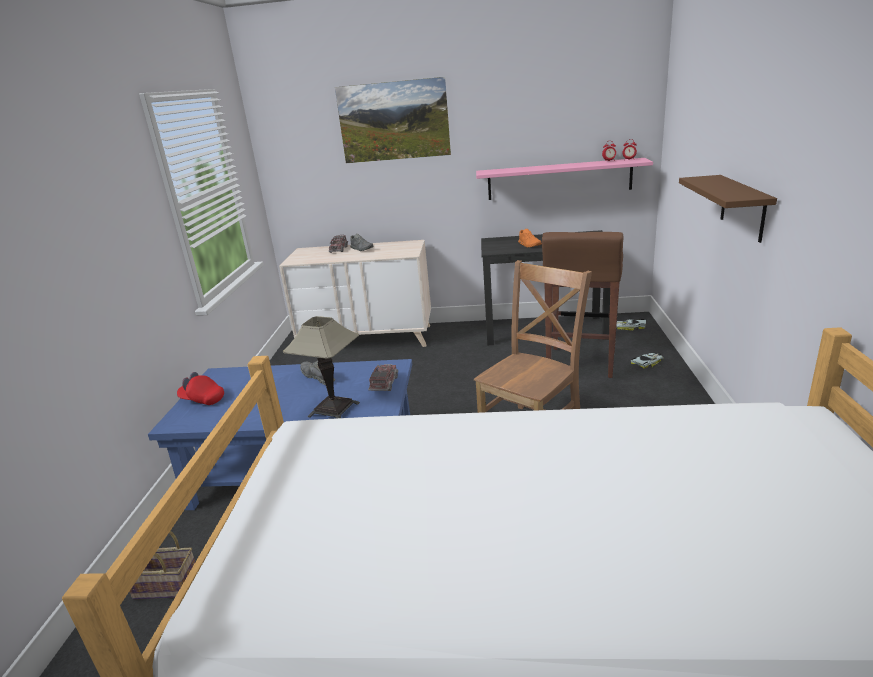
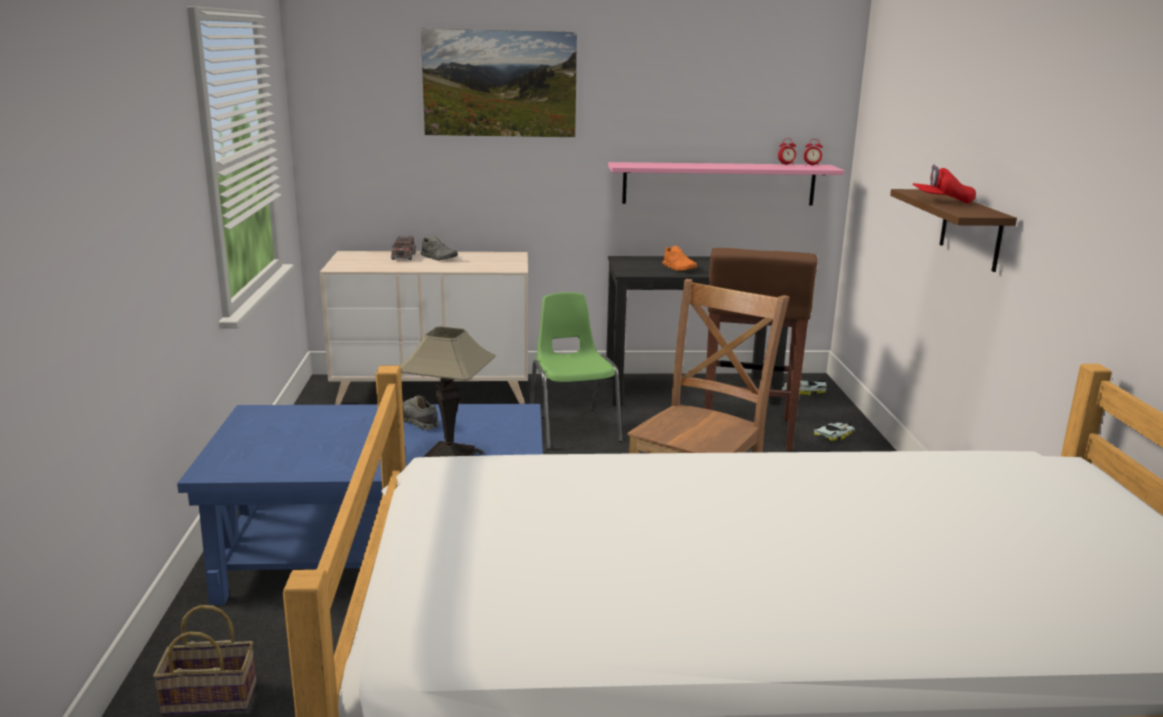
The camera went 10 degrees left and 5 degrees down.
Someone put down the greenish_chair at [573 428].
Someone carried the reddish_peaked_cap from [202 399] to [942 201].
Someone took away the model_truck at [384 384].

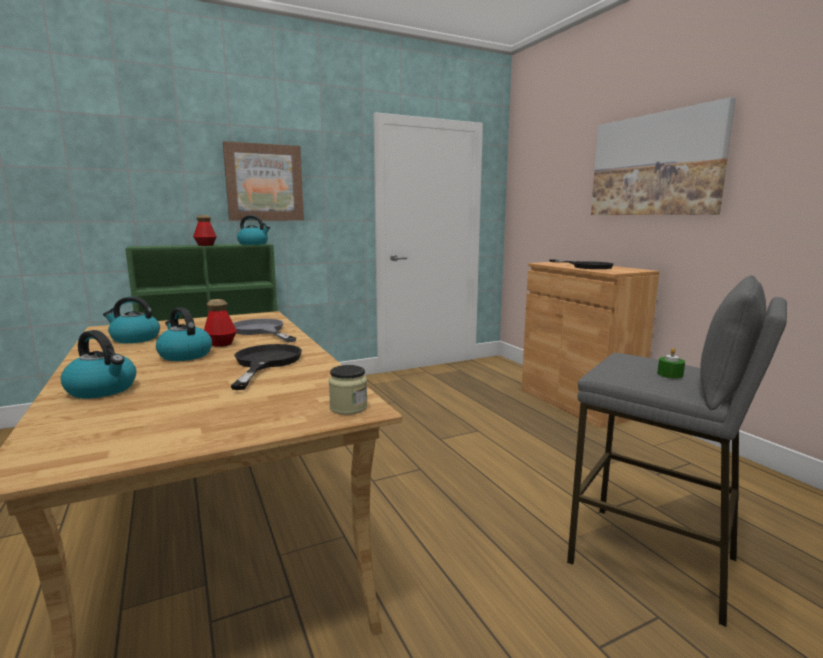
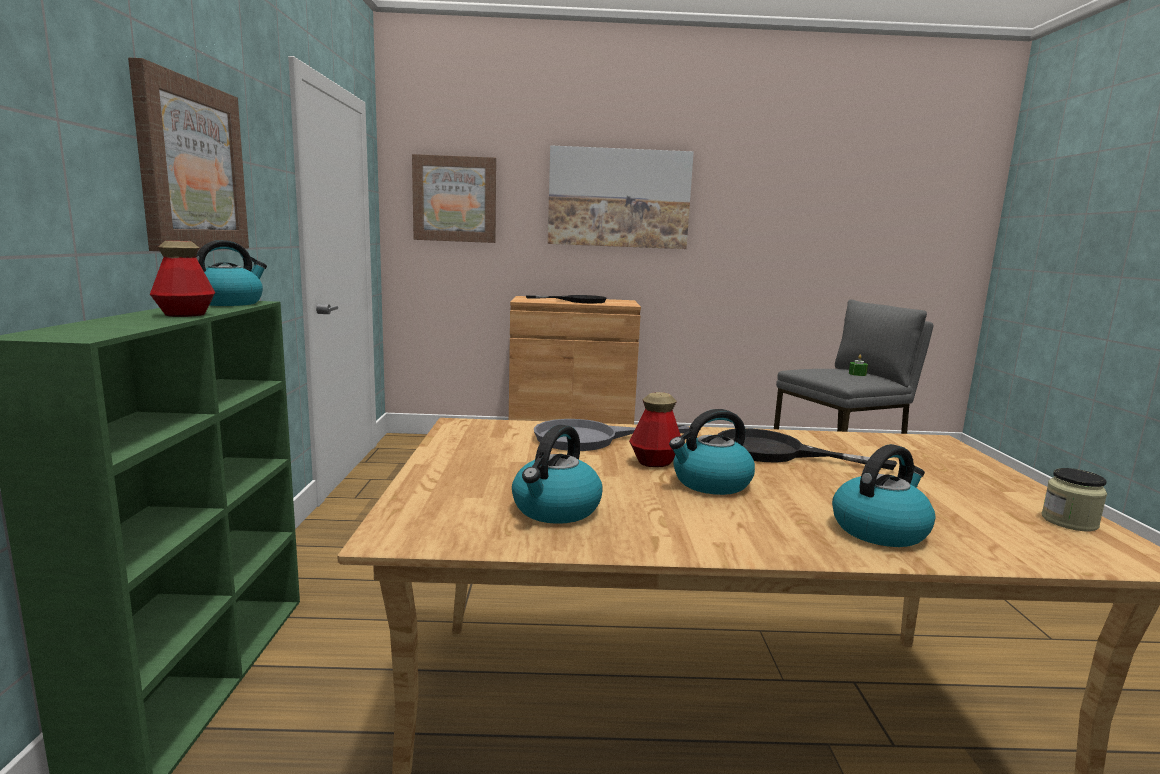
The camera went 65 degrees left and 0 degrees up.
Someone put up the picture at [455 199].
Someone carried the jar from [348 408] to [1069 522].

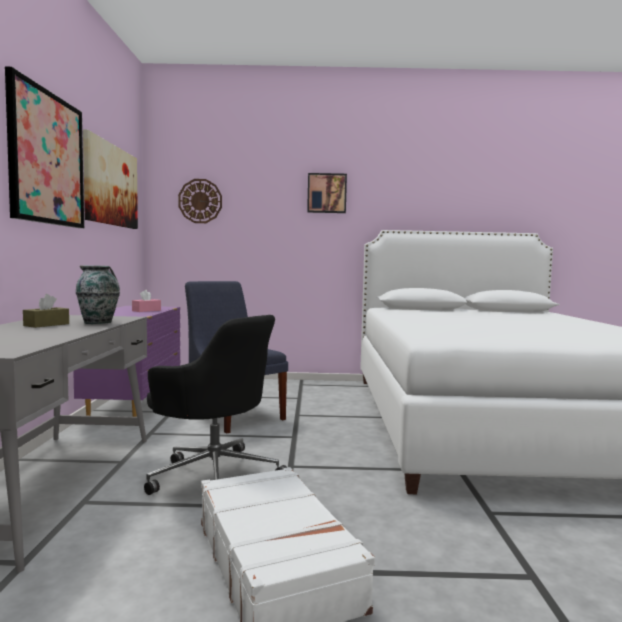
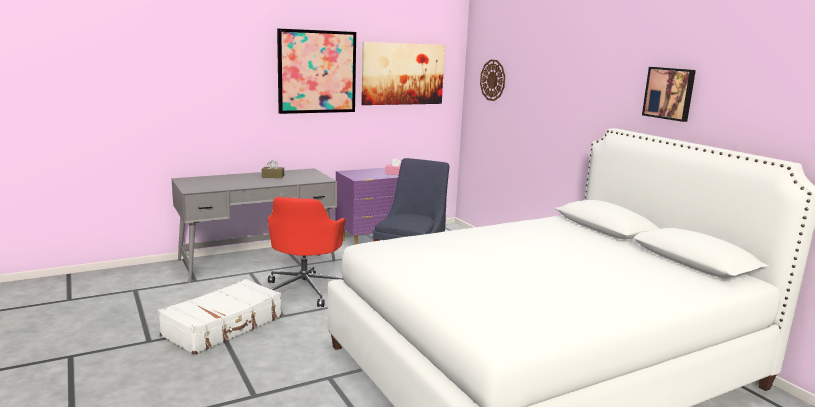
The camera went 60 degrees right and 10 degrees up.
Someone repainted the black-coloured_office_chair at [214 476], which became the reddish_office_chair at [305 289].
Someone carried the picture from [326 193] to [669 93].
Someone took away the decorative_vase at [99 323].

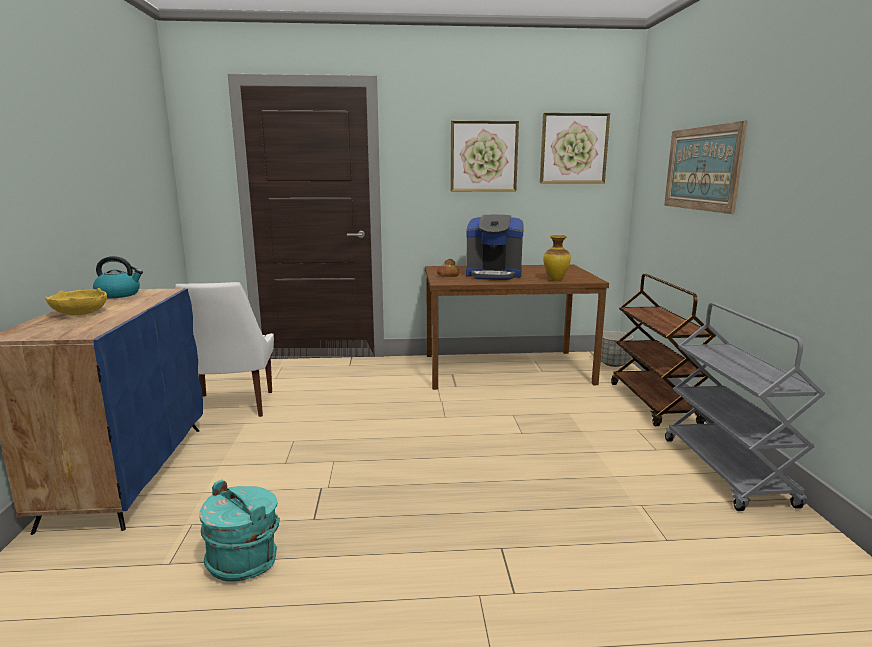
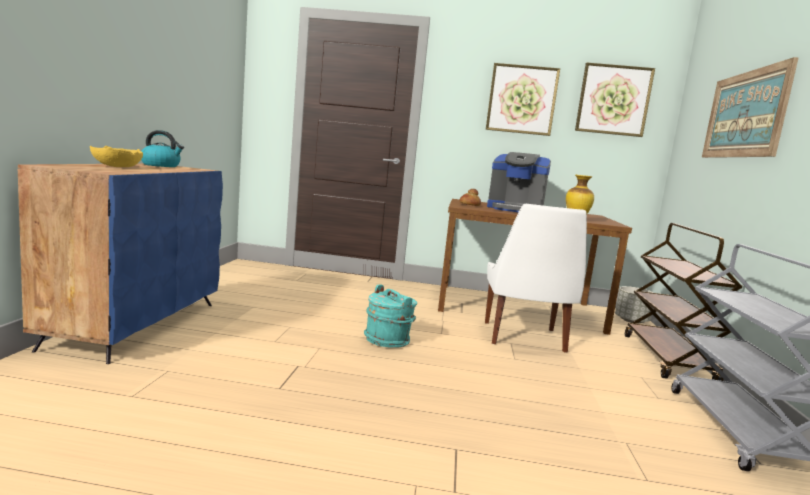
The camera went 10 degrees right and 5 degrees down.
Someone carried the turquoise_water_bucket from [244 561] to [388 340].
Someone carried the white_chair from [230 407] to [524 338].

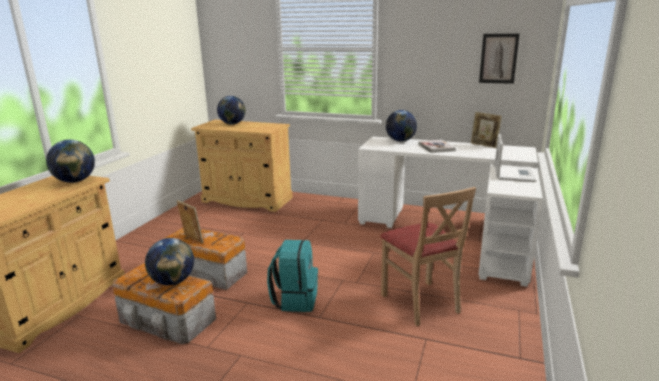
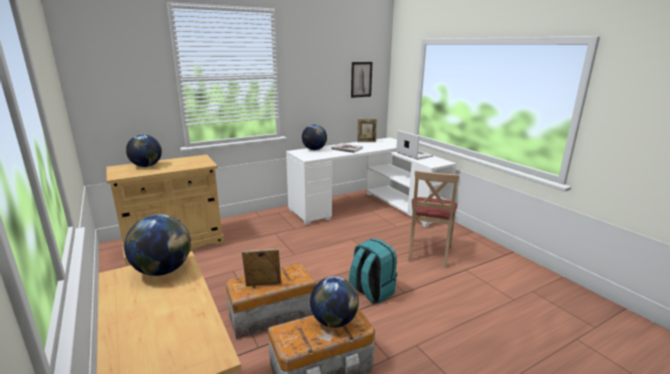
The camera went 50 degrees left and 0 degrees up.
Someone rotated the sand-coloured_chair at [420 302] by 90 degrees clockwise.

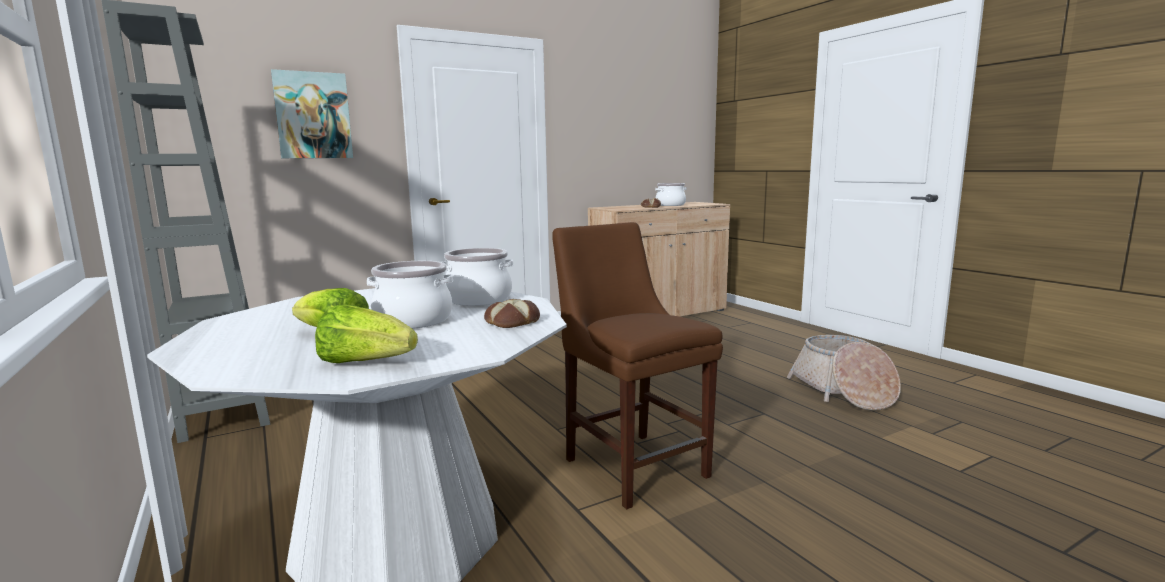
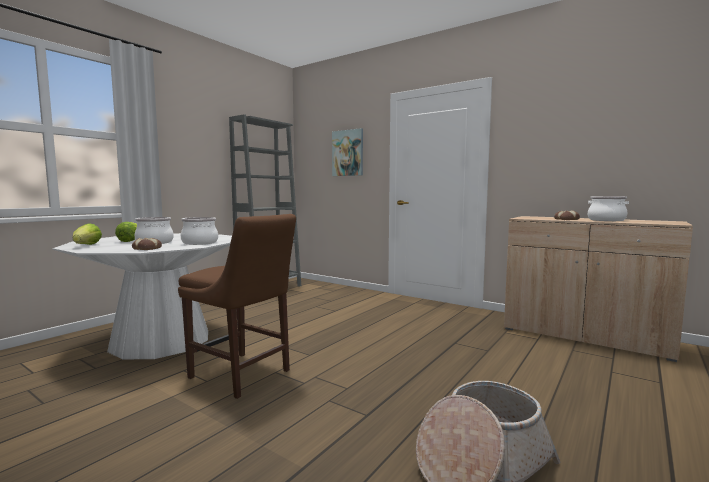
The camera went 65 degrees right and 5 degrees down.
Someone rotated the brown-coloured_chair at [632 464] by 90 degrees clockwise.

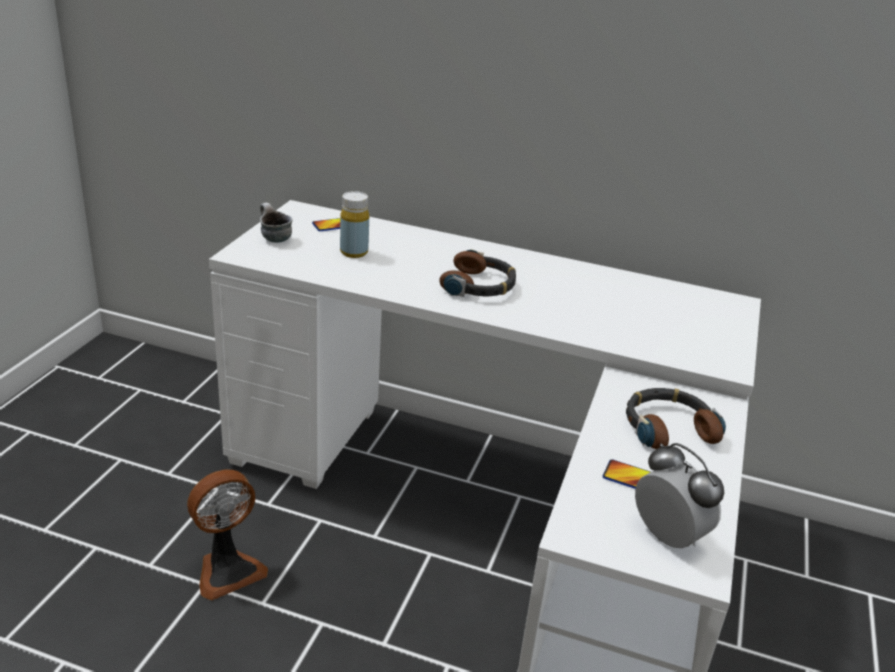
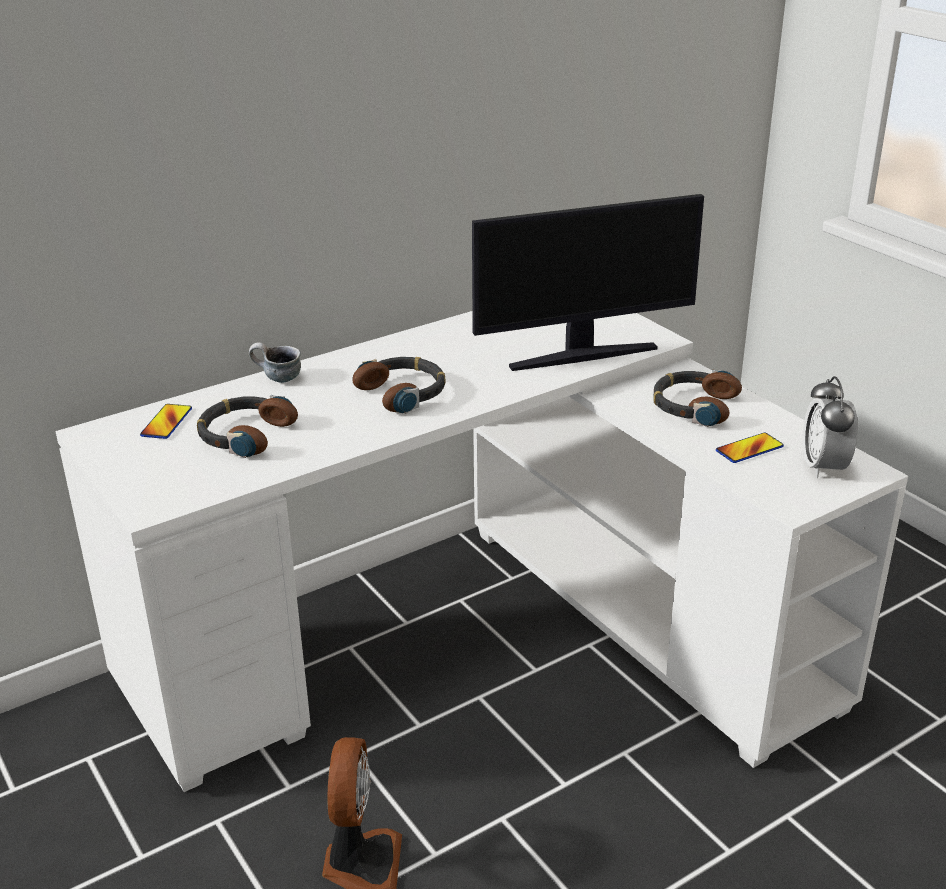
The camera went 50 degrees left and 0 degrees up.
Someone swapped the yellow-coloured_drink_bottle at [354 252] for the headphones at [244 434].
Someone carried the tea_mug from [273 238] to [277 379].
Someone put down the computer_screen at [582 355].
Someone rotated the table_clock at [668 537] by 90 degrees counterclockwise.

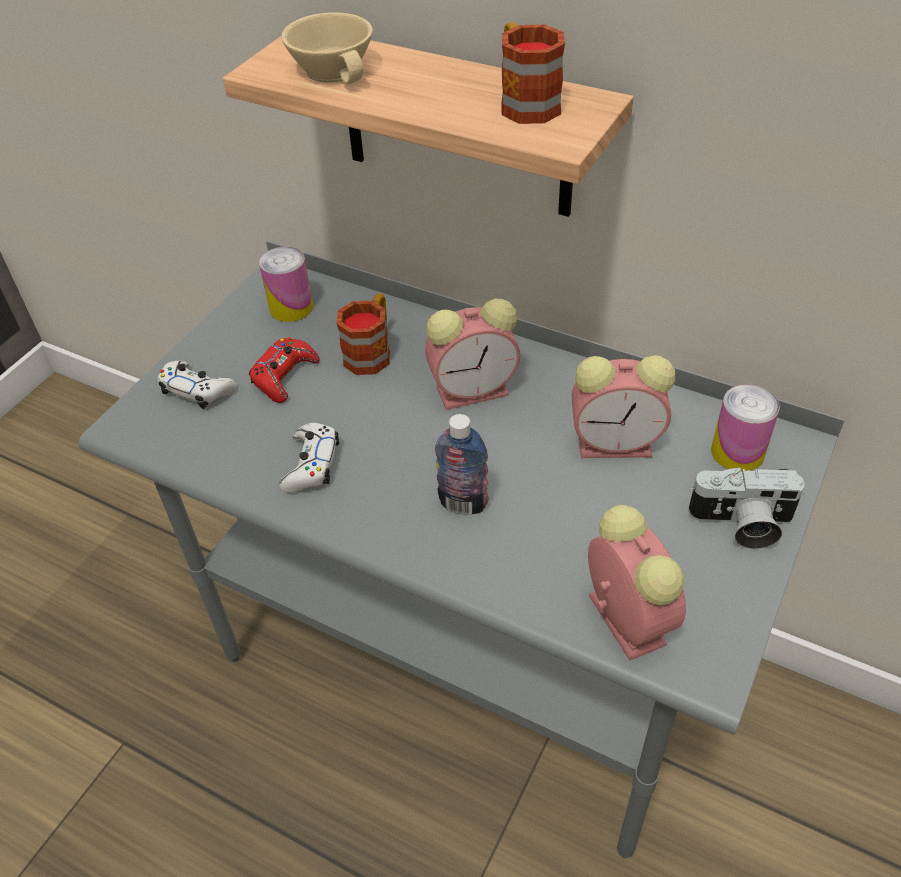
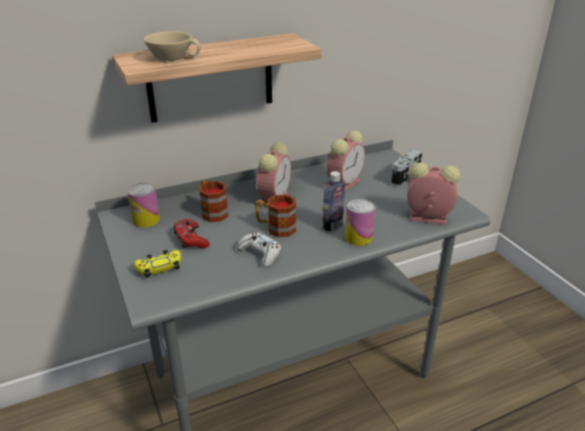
The camera went 55 degrees left and 15 degrees down.
Someone repainted the white_game_controller at [197 390], which became the yellow-coloured_game_controller at [159 268].
Someone carried the tea_mug from [525 102] to [275 228].
Someone carried the sealed_can from [737 452] to [358 237].

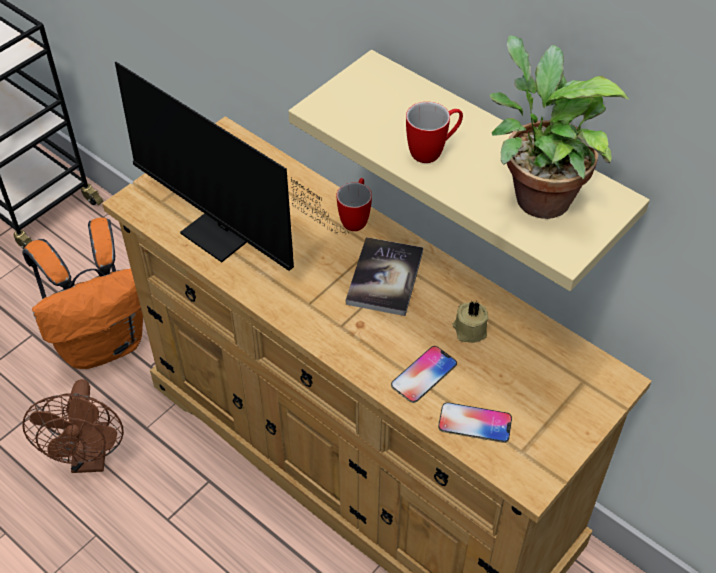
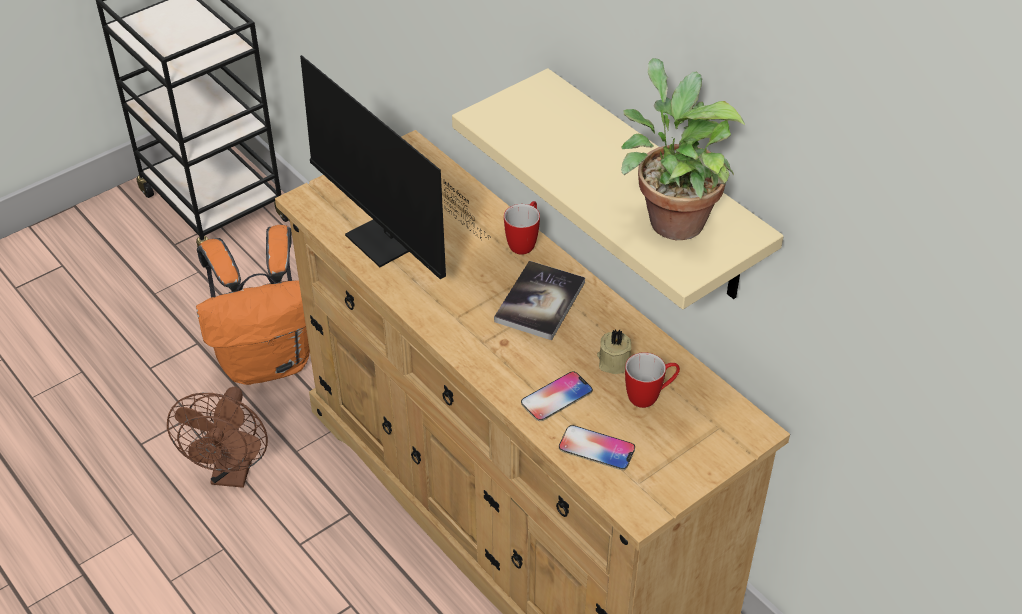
The camera went 10 degrees right and 5 degrees down.
Someone carried the tea_mug from [433 151] to [650 396].

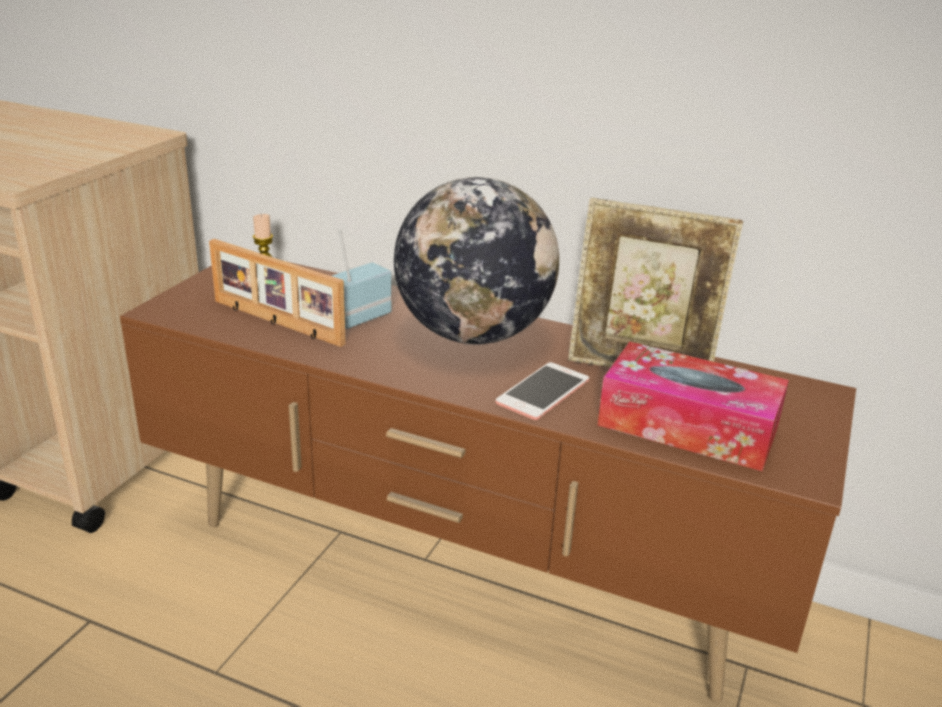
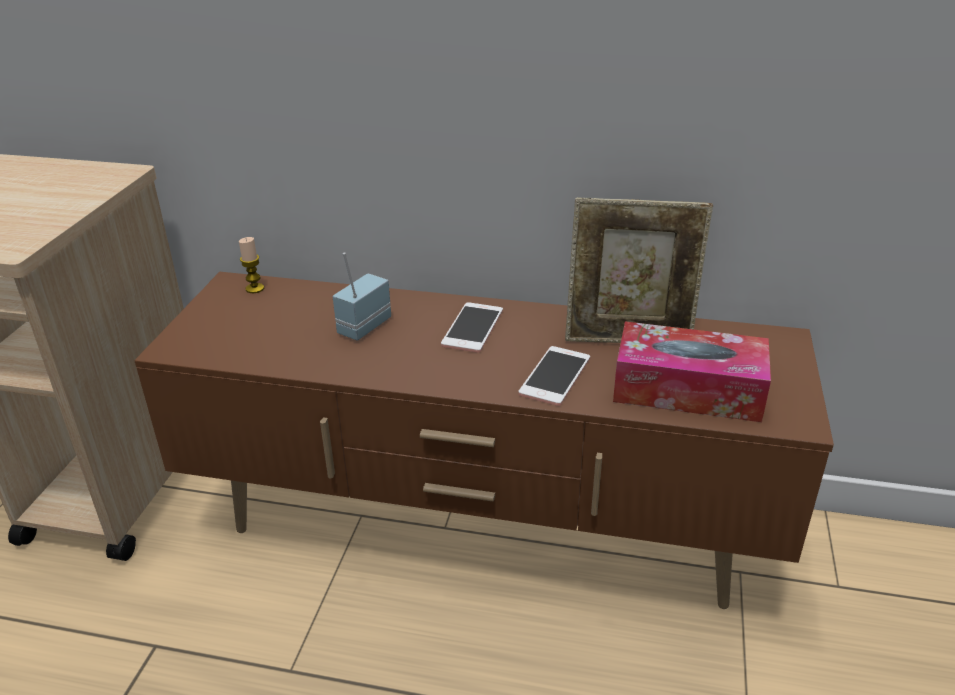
The camera went 10 degrees left and 5 degrees up.
Someone swapped the desk_globe at [473 334] for the handset at [472 328].
Someone took away the photo_frame at [276 323].

